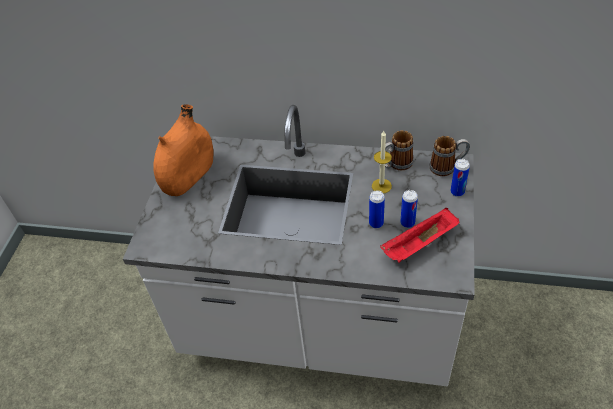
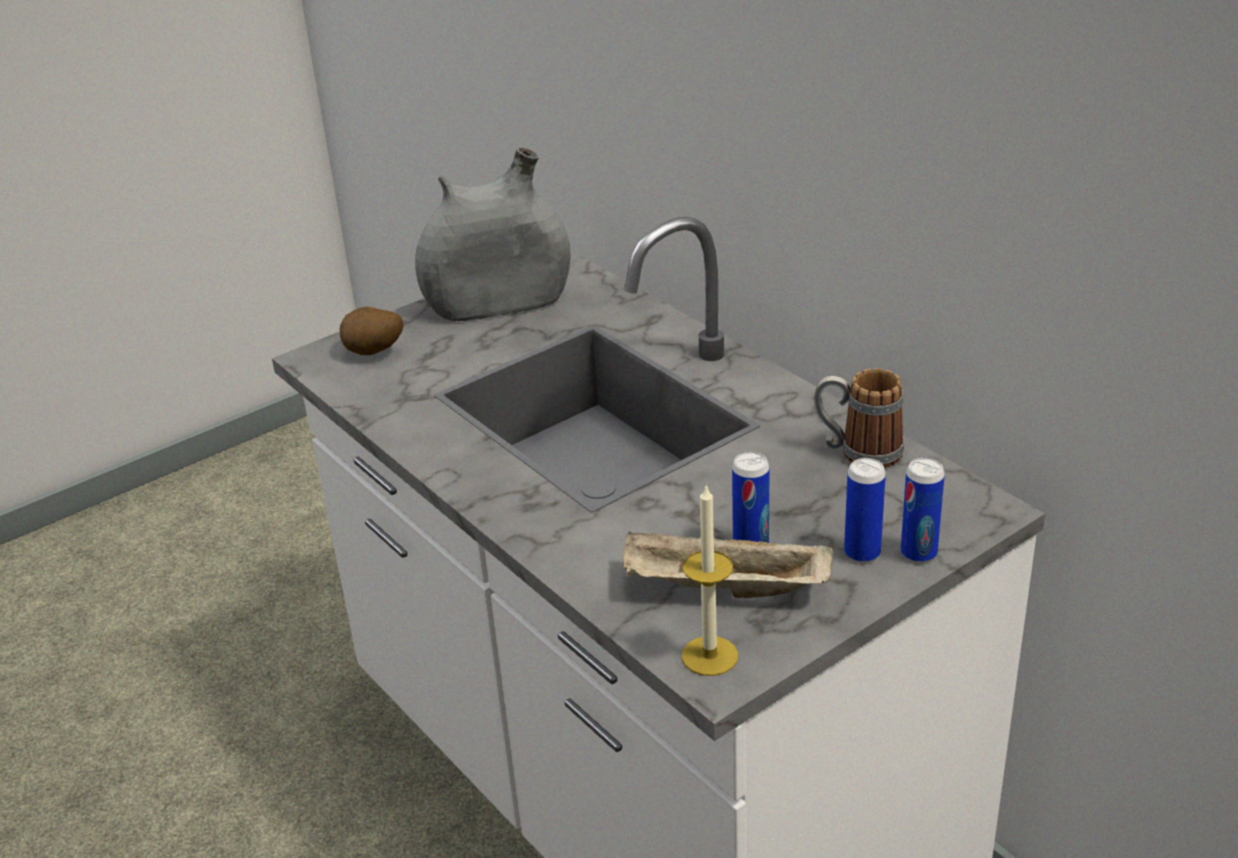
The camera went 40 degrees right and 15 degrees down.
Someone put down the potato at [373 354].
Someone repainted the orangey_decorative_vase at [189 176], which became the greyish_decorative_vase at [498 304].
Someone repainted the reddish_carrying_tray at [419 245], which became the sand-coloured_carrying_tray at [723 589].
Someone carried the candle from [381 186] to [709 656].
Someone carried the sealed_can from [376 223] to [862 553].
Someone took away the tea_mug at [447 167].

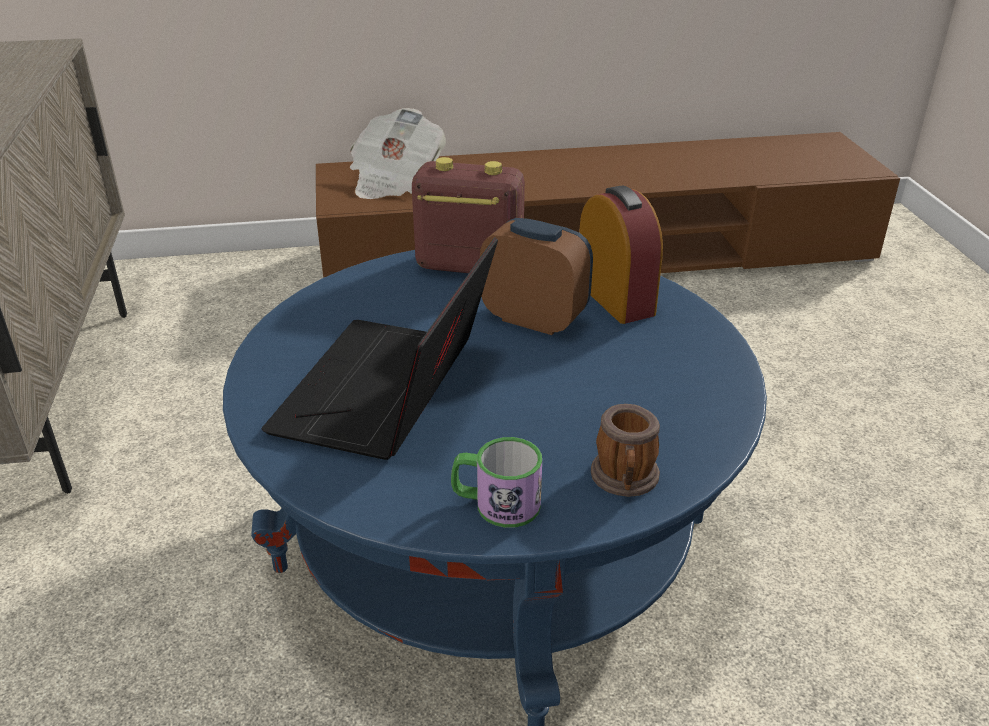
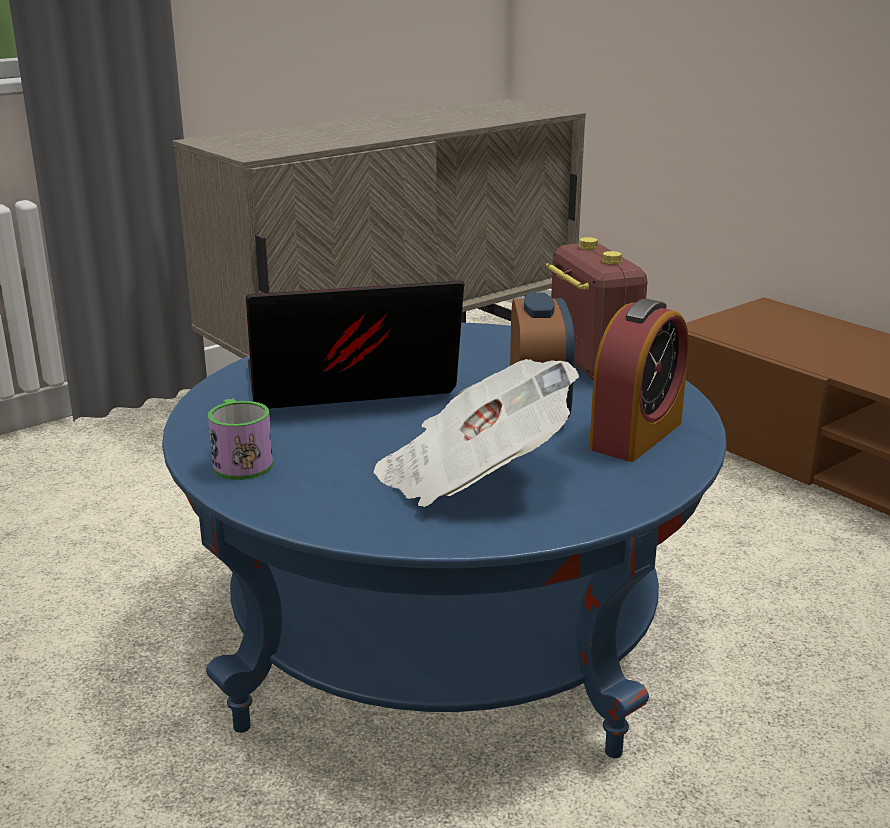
The camera went 60 degrees right and 10 degrees down.
Someone carried the newspaper from [395 181] to [472 477].
Someone took away the tea_mug at [625 480].

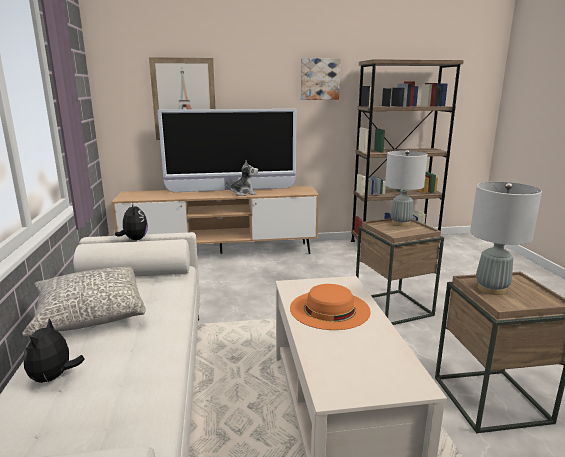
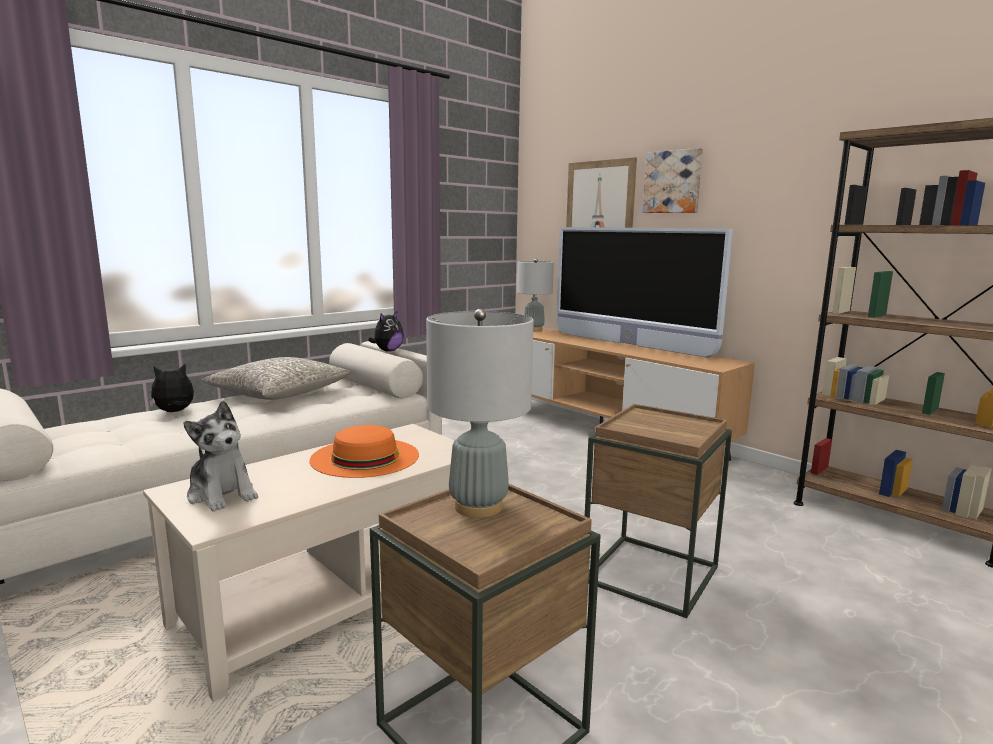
The camera went 55 degrees right and 5 degrees down.
Someone carried the soft_toy from [243 193] to [222 494].
Someone carried the greyish_lamp_for_a_table from [400 223] to [533 329].
Someone carried the picture from [319 79] to [673 182].

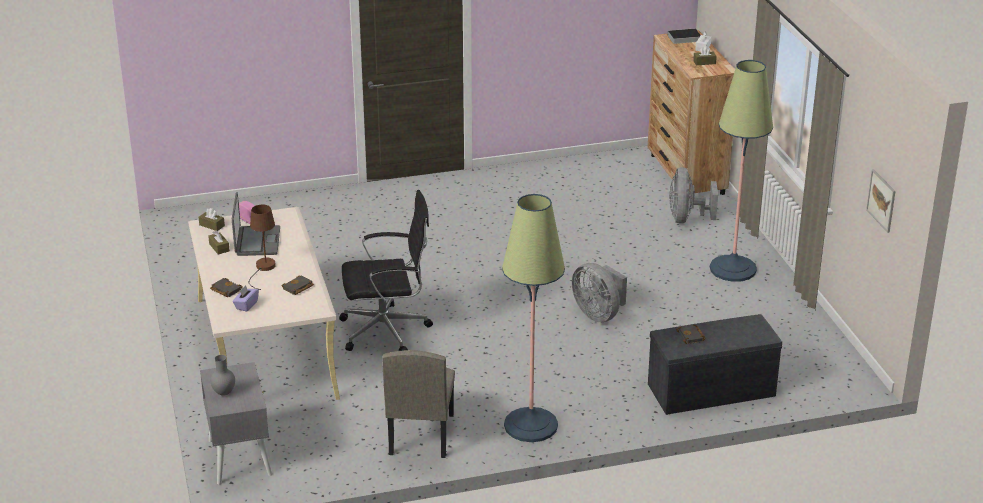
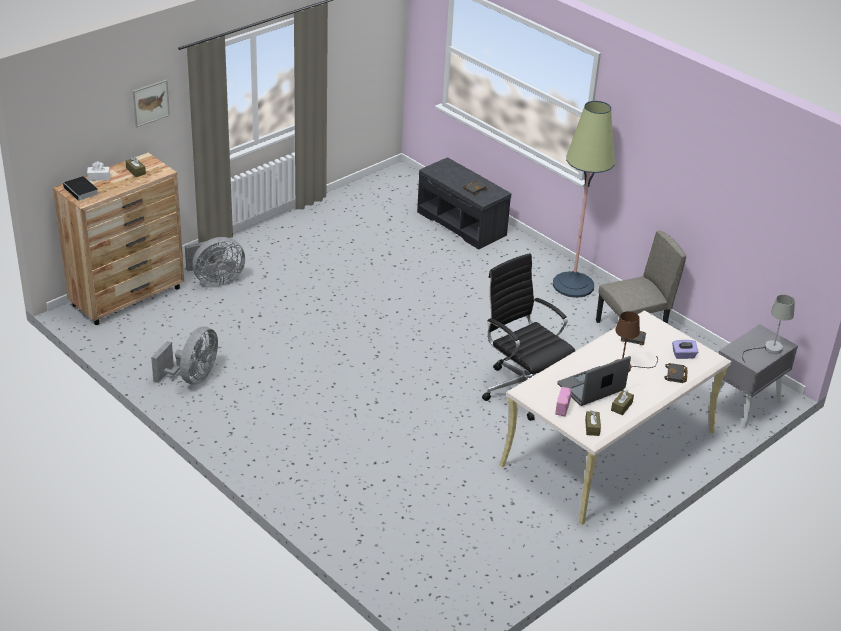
The camera went 120 degrees left and 5 degrees up.
Someone carried the picture from [881 200] to [150 103].
Someone carried the greyish_cooling_fan from [598 314] to [192 377].
Someone swapped the greyish_decorative_vase at [223 393] for the greyish_lamp_for_a_table at [768 349].
Someone took away the floor_lamp at [733 269].

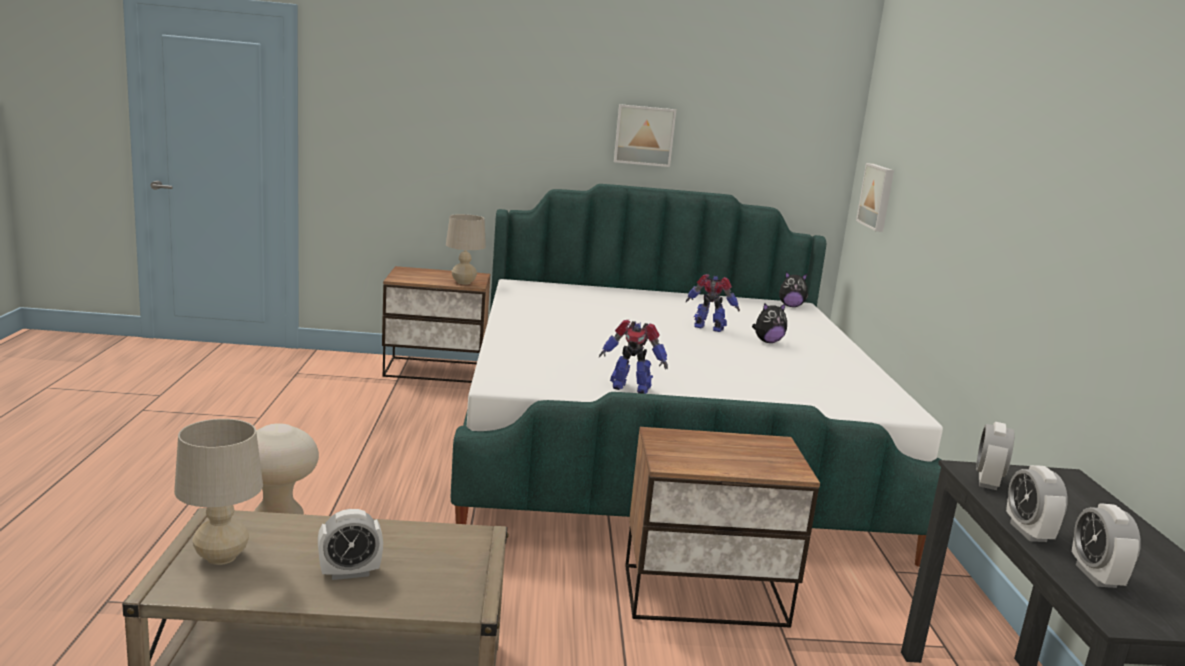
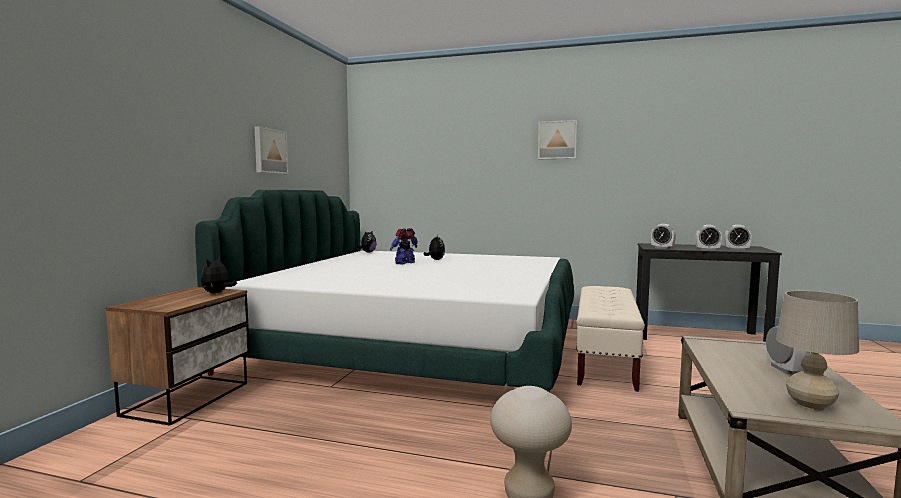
The camera went 70 degrees left and 10 degrees down.
Someone swapped the sand-coloured_lamp_for_a_table at [463 282] for the soft_toy at [217 293].
Someone carried the picture from [878 197] to [557 140].
Someone swapped the nightstand at [706 597] for the sand-coloured_bench at [605 362].
Someone took away the model_robot at [630 387].

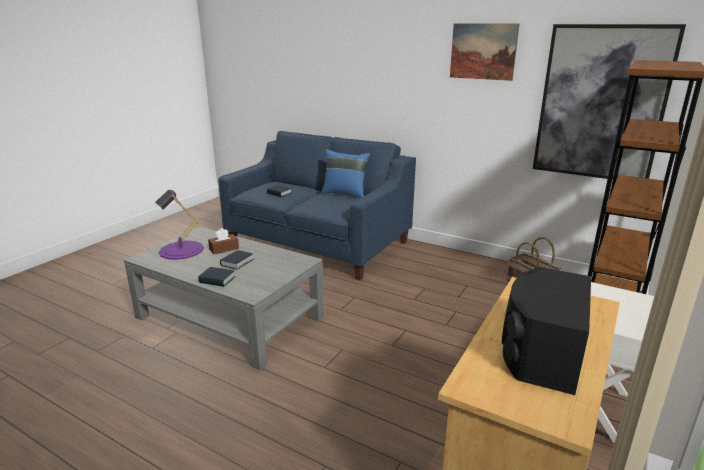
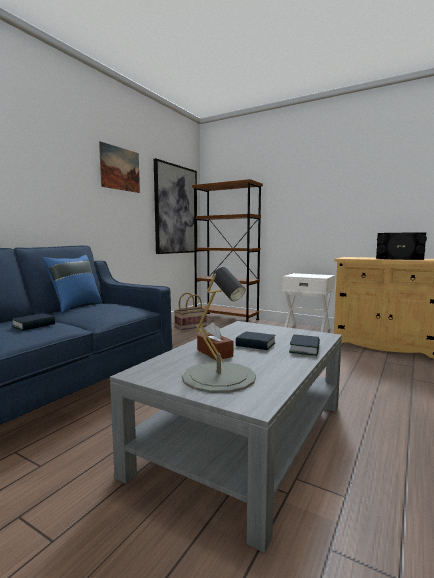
The camera went 90 degrees left and 15 degrees down.
Someone repainted the purple_lamp_for_a_table at [181 250], which became the greyish_lamp_for_a_table at [219 377].

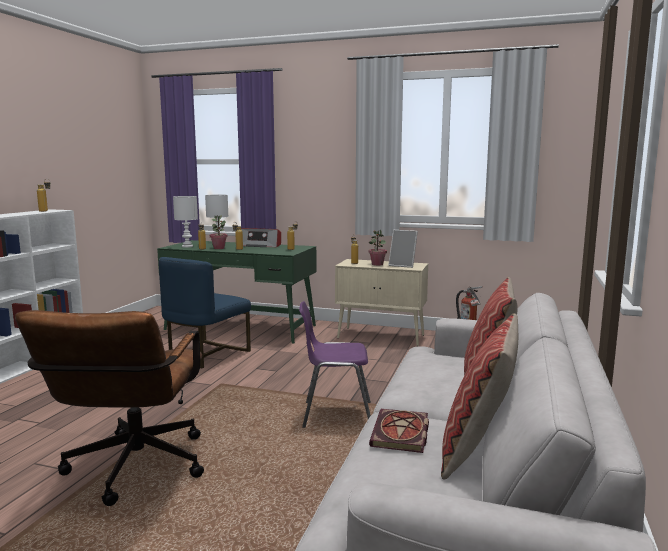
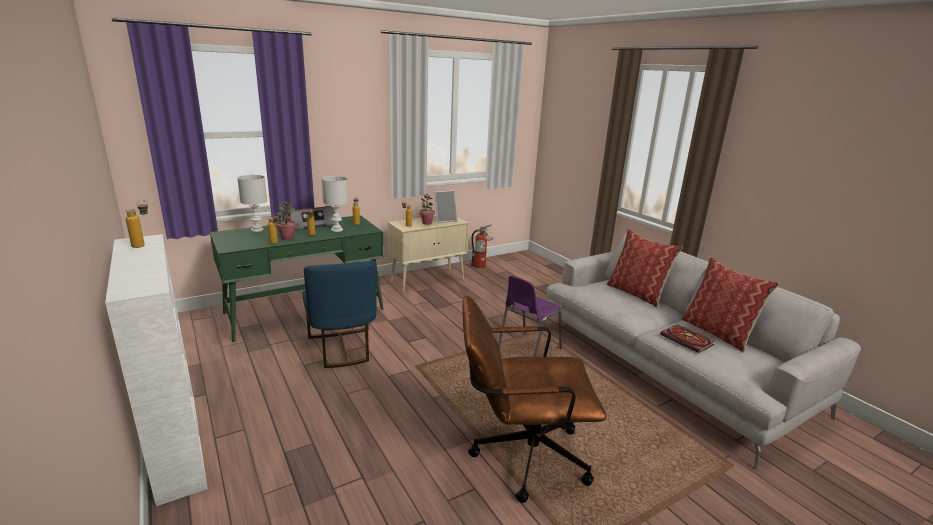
The camera went 50 degrees left and 10 degrees up.
Someone carried the white_lamp_for_a_table from [188 246] to [337 230].
Someone rotated the brown-coloured_office_chair at [132 472] by 135 degrees clockwise.

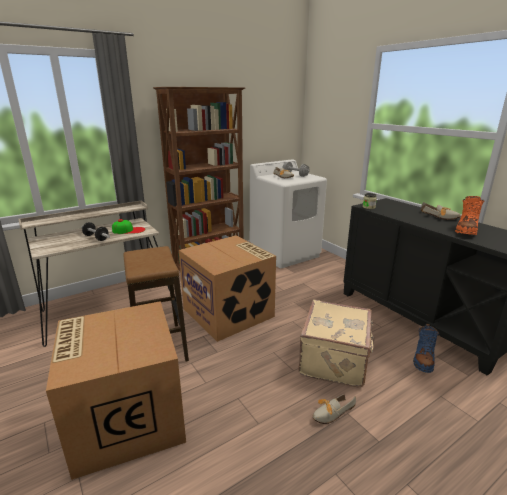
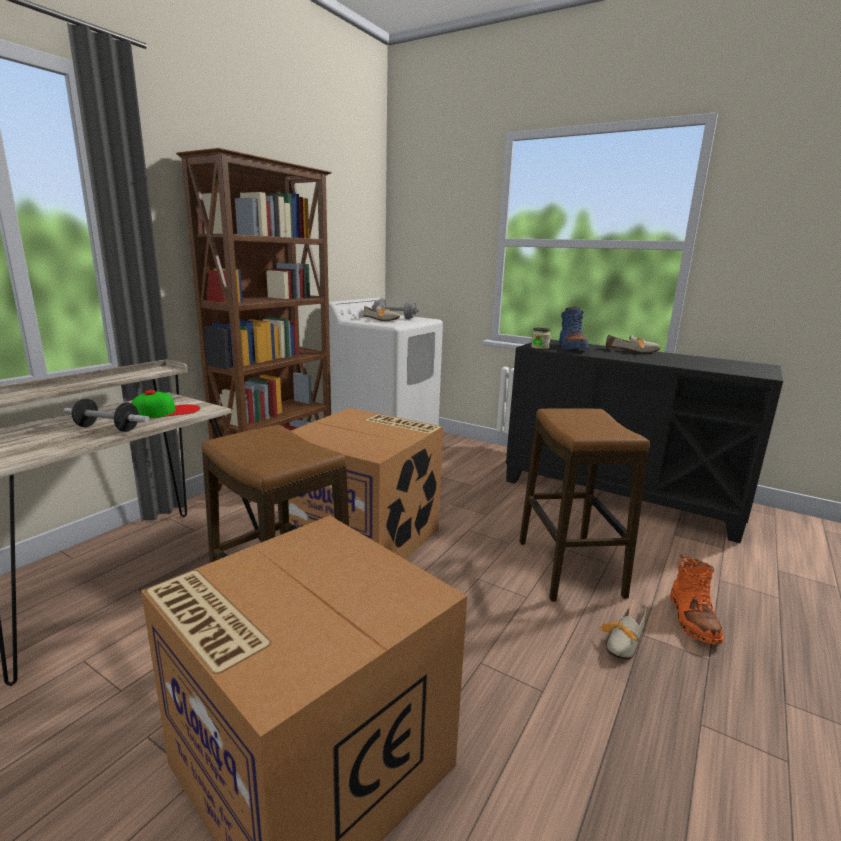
The camera went 25 degrees left and 5 degrees down.
Someone swapped the sand-coloured_travel_case at [335 360] for the stool_seat at [568 568].
Someone carried the blue-coloured_boot from [423 359] to [571 348].
Someone carried the orangey_boot from [466 230] to [692 619].

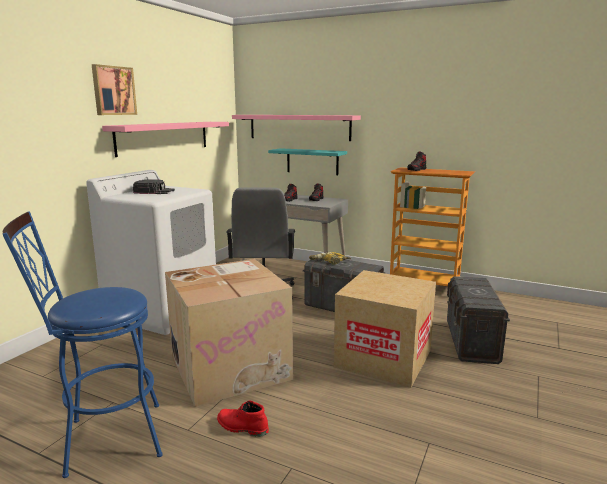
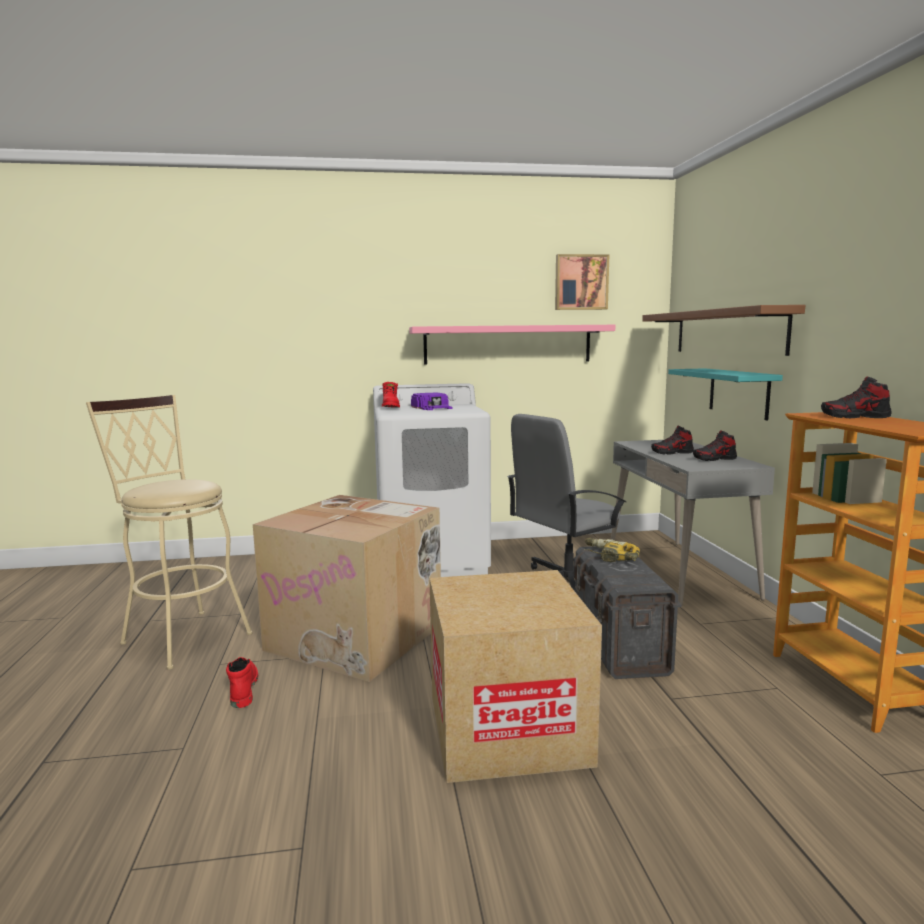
The camera went 55 degrees right and 5 degrees down.
Someone repainted the blue-coloured_stool_seat at [105 439], which became the sand-coloured_stool_seat at [181 635].
Someone put down the reddish_boot at [391 407].
Someone repainted the black-coloured_peaked_cap at [154 191], which became the purple_peaked_cap at [432 407].
Someone carried the picture from [113 90] to [581 282].
Someone repainted the pink-coloured_bracket_shelf at [299 127], which became the brown-coloured_bracket_shelf at [727 332].
Someone took away the greyish_storage_box at [471 341].

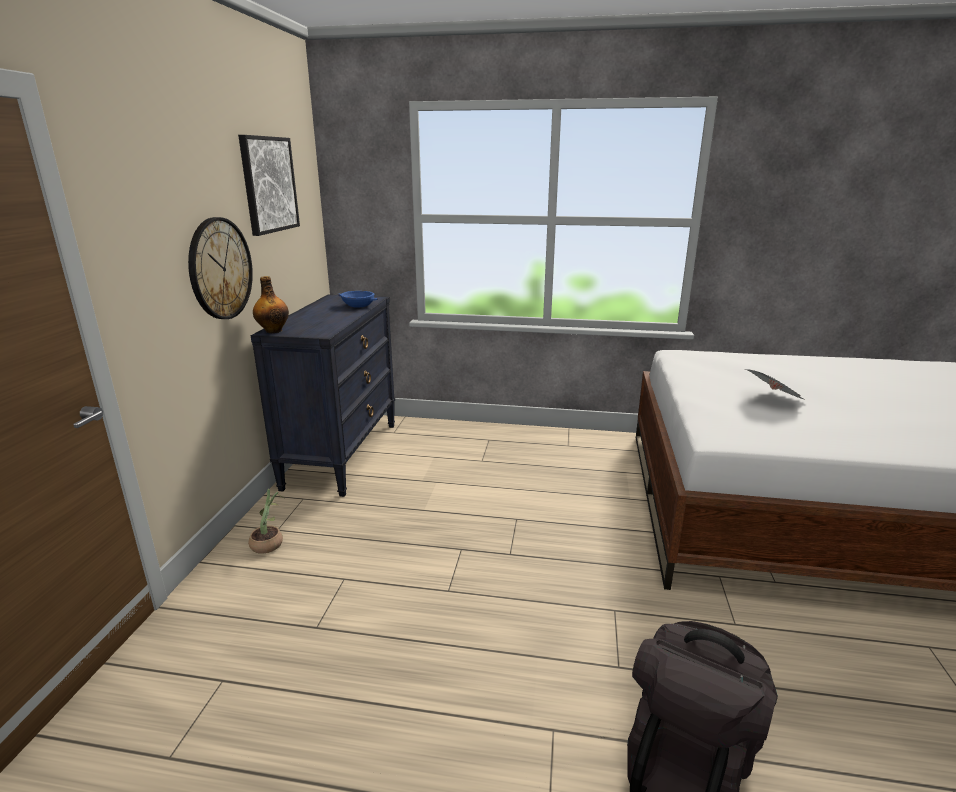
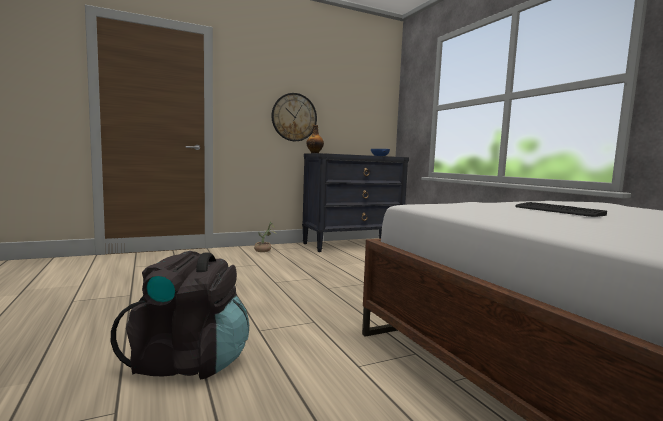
The camera went 55 degrees right and 15 degrees down.
Someone swapped the newspaper at [774 400] for the computer_keyboard at [557 211].
Someone took away the picture at [269 184].

